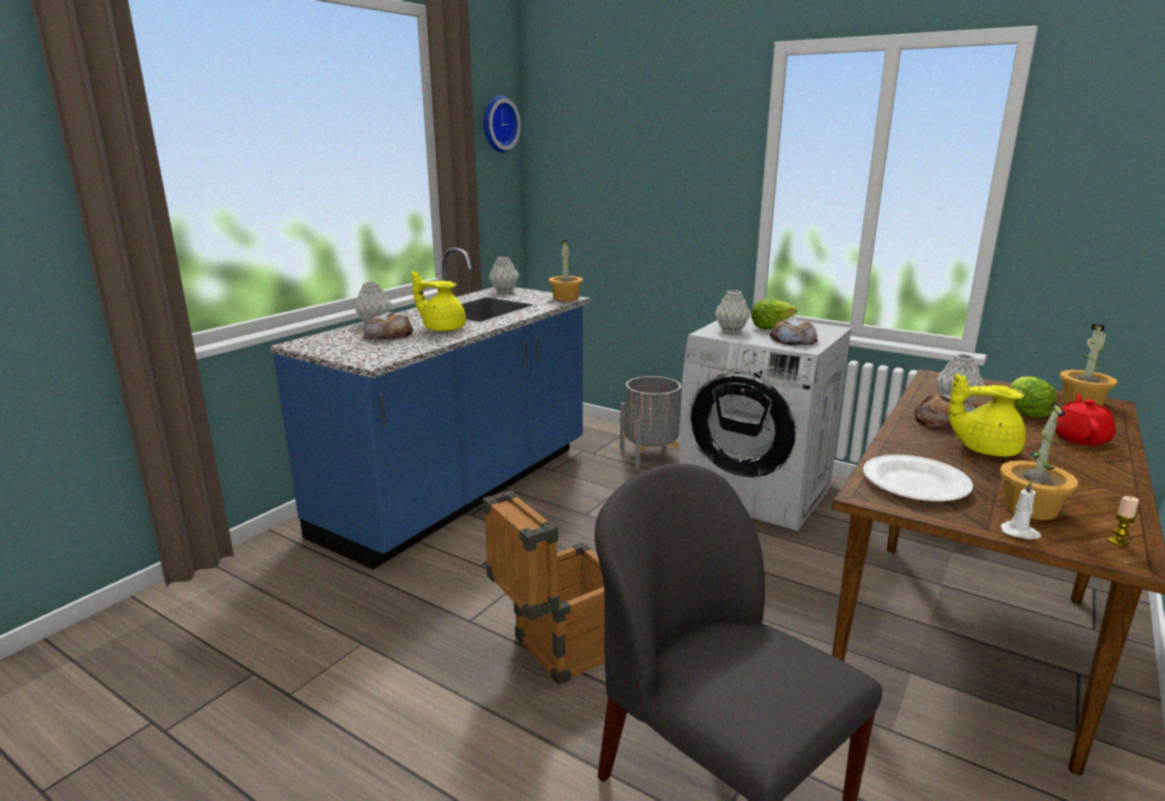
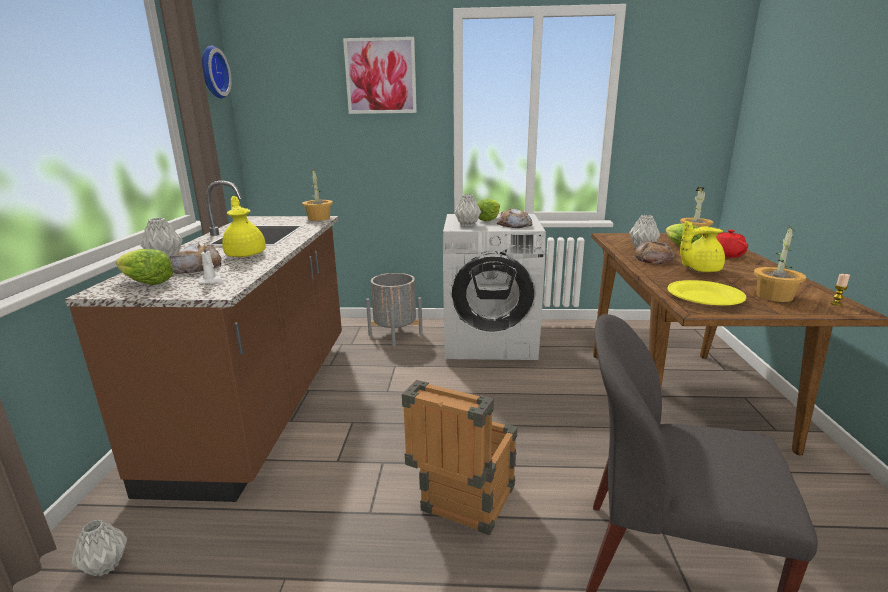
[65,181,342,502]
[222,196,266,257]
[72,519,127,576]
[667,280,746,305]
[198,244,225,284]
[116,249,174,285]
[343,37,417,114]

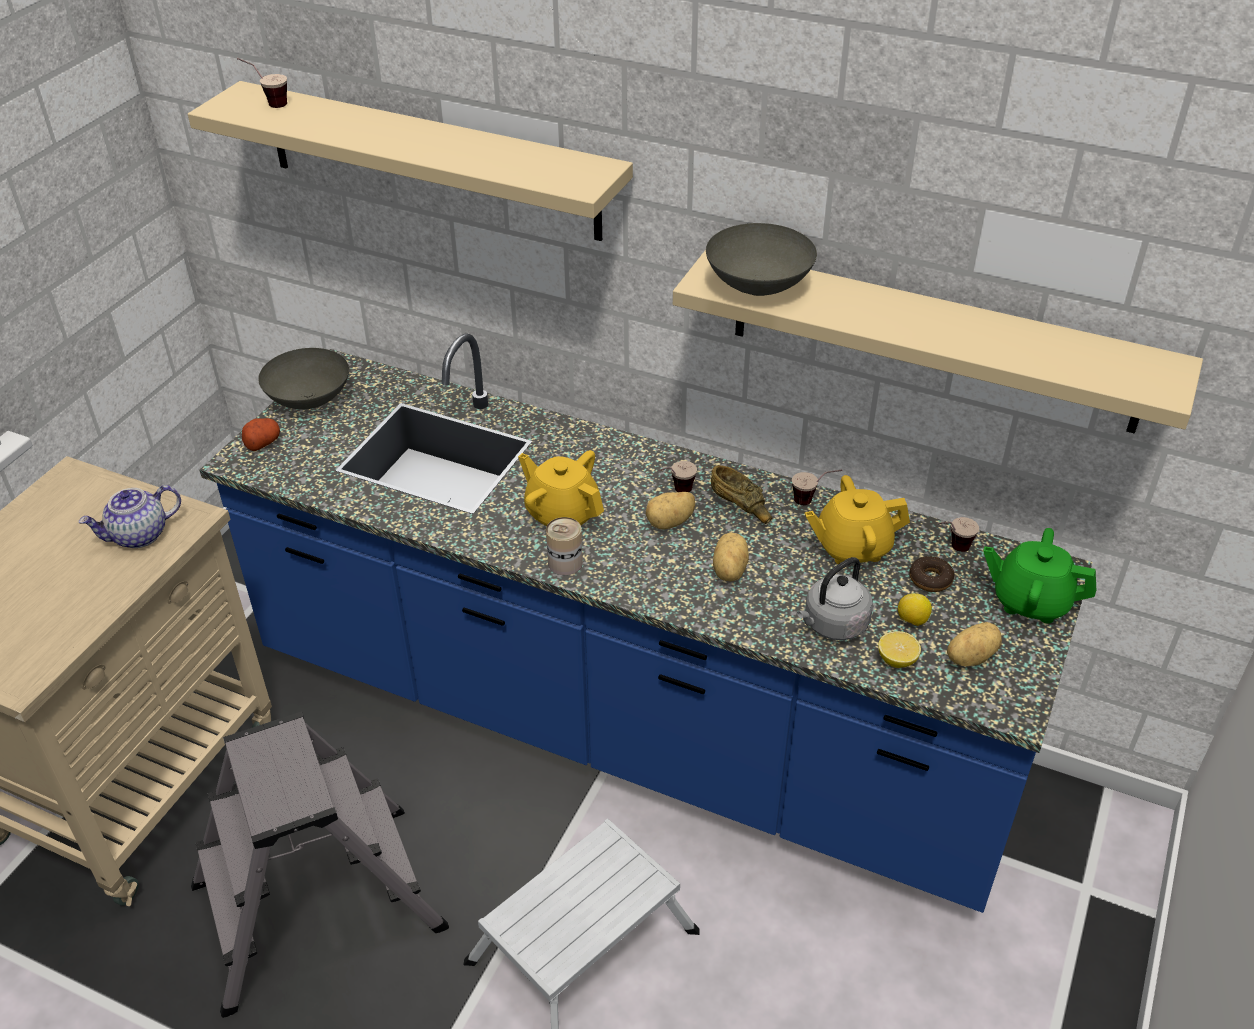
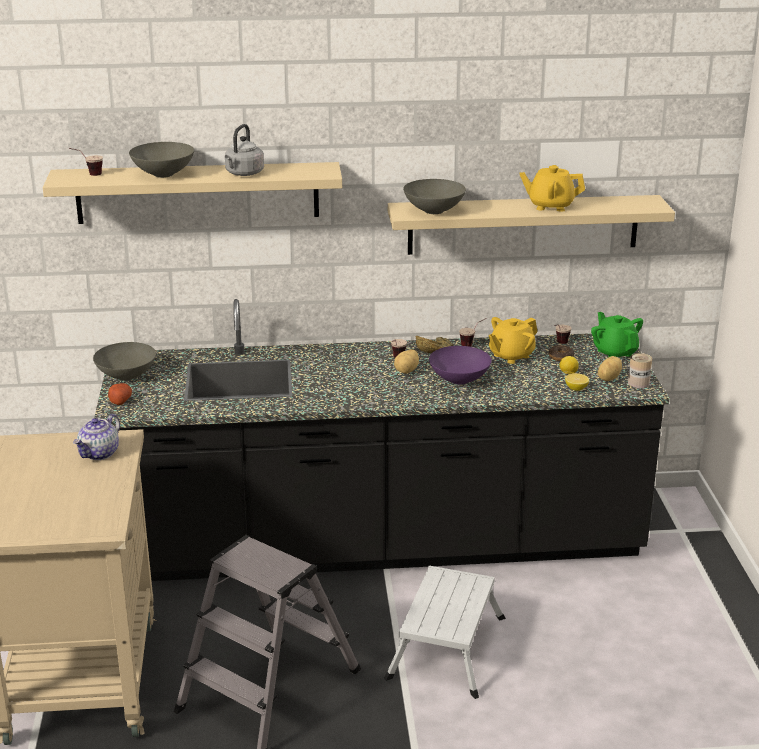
[94,299,670,581]
[520,165,585,212]
[628,353,652,388]
[429,346,492,385]
[225,124,264,176]
[591,312,643,357]
[129,142,194,178]

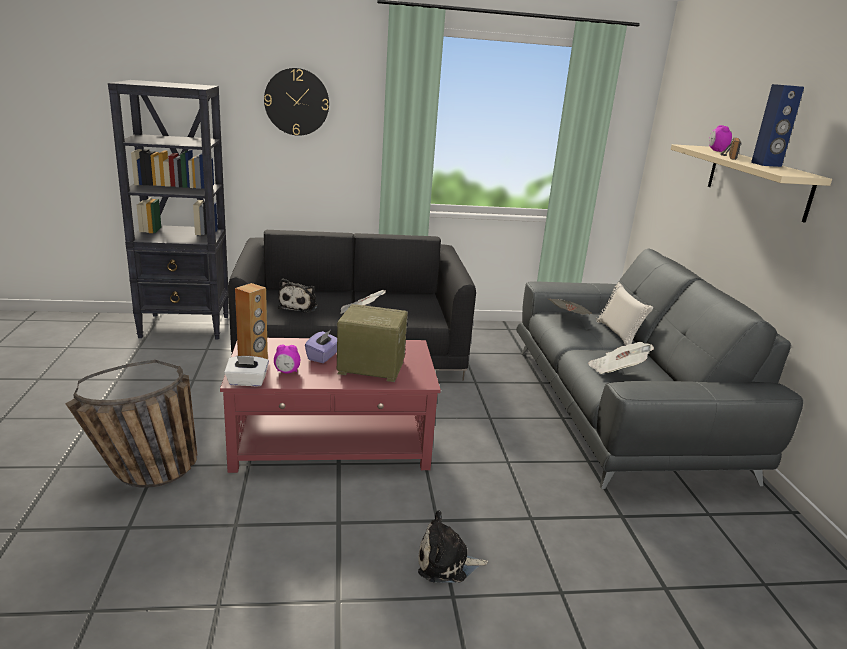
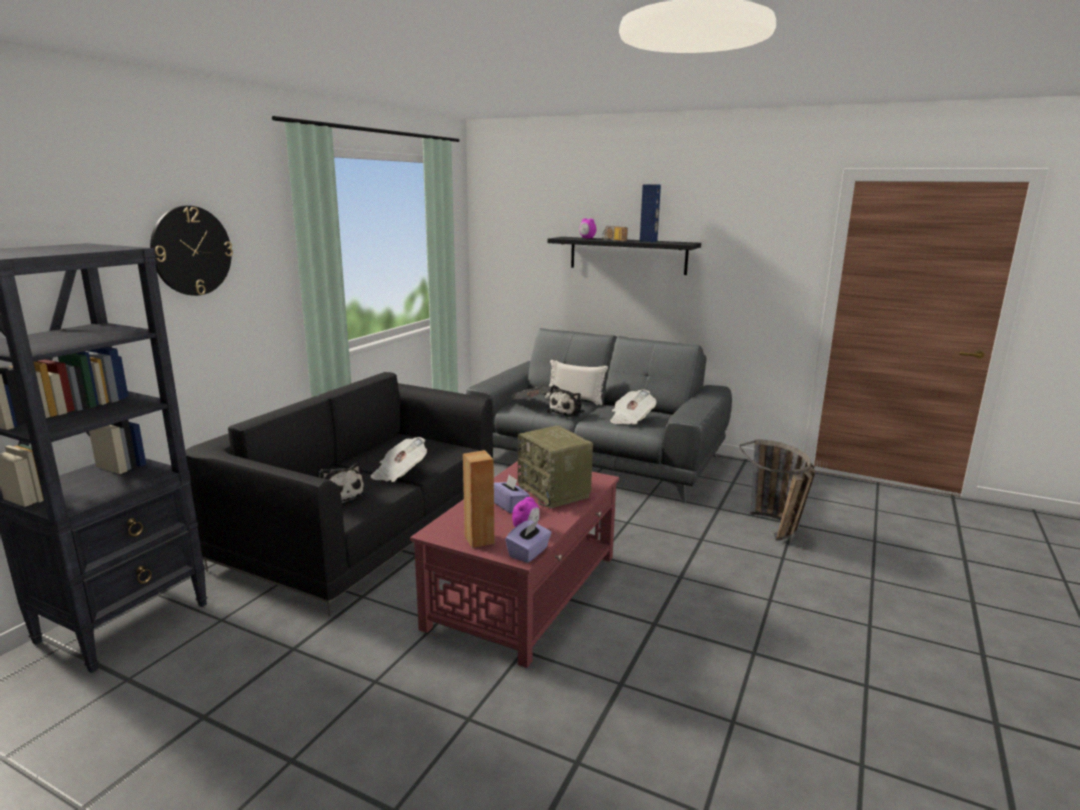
[739,439,816,541]
[505,520,551,563]
[518,425,593,509]
[547,385,585,417]
[547,237,701,275]

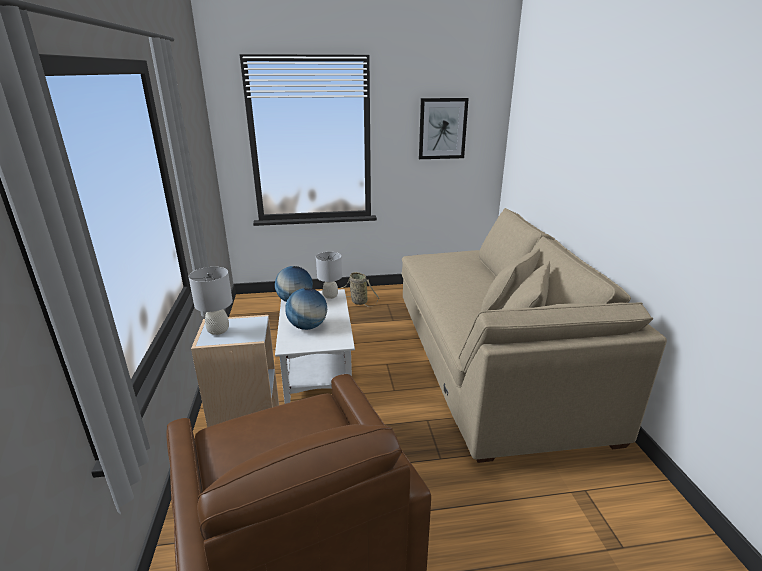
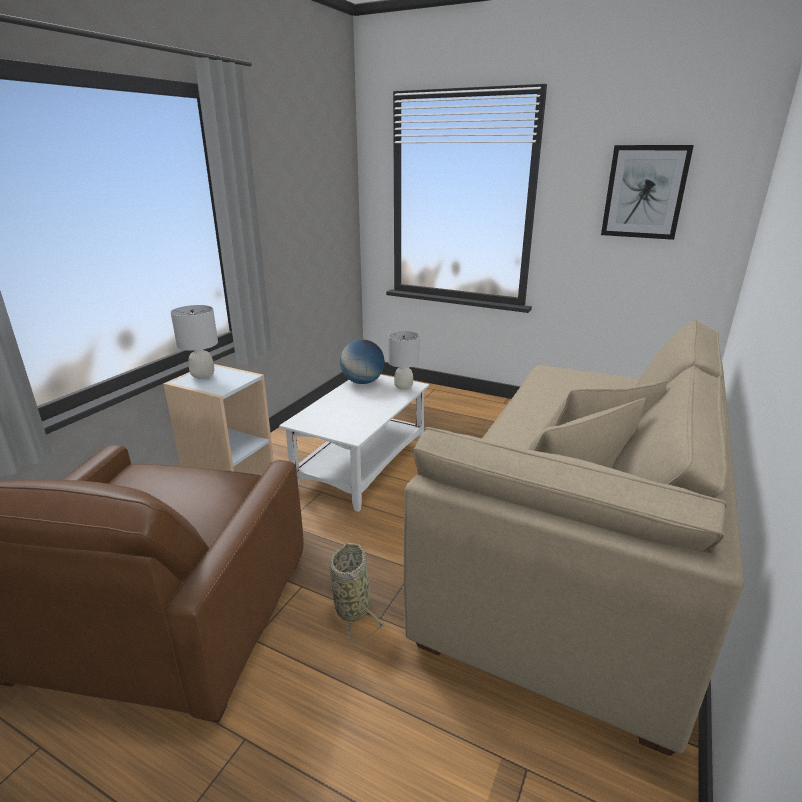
[285,288,327,330] (first image)
[329,543,386,642]

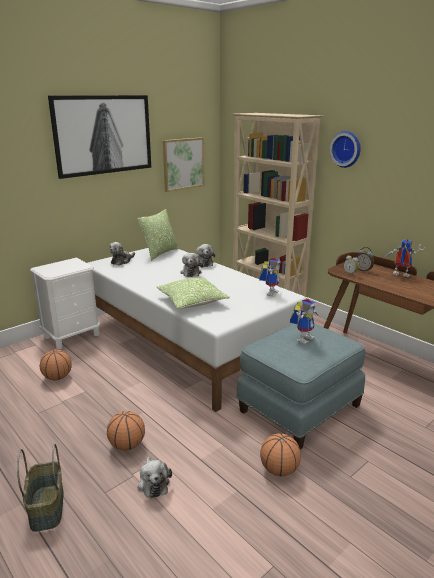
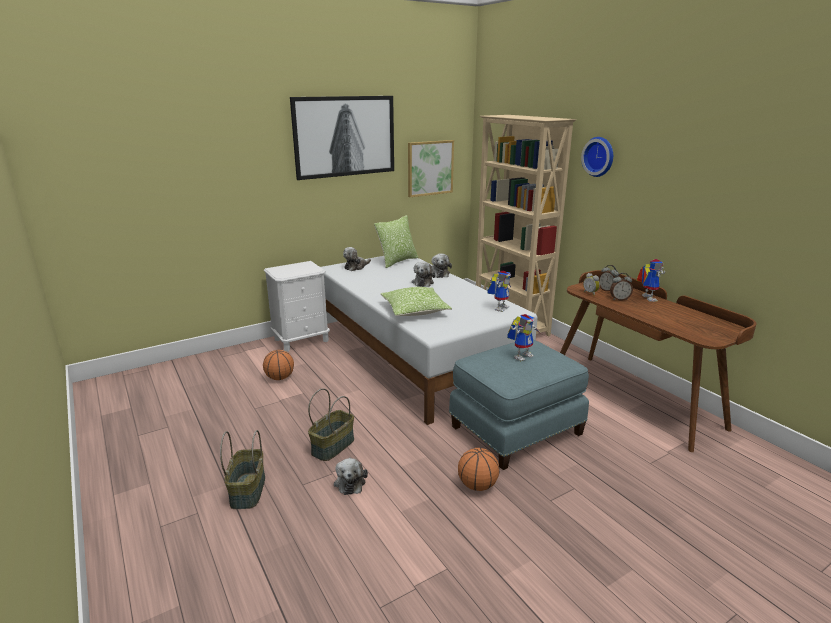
[308,388,354,461]
[636,259,665,302]
[610,273,633,301]

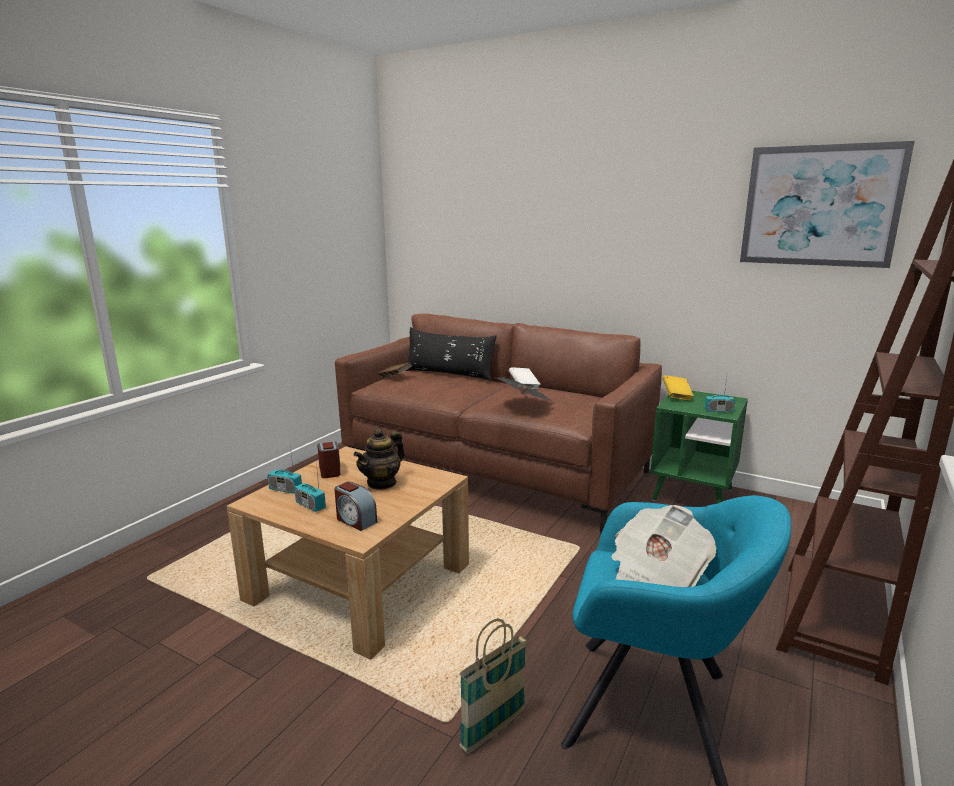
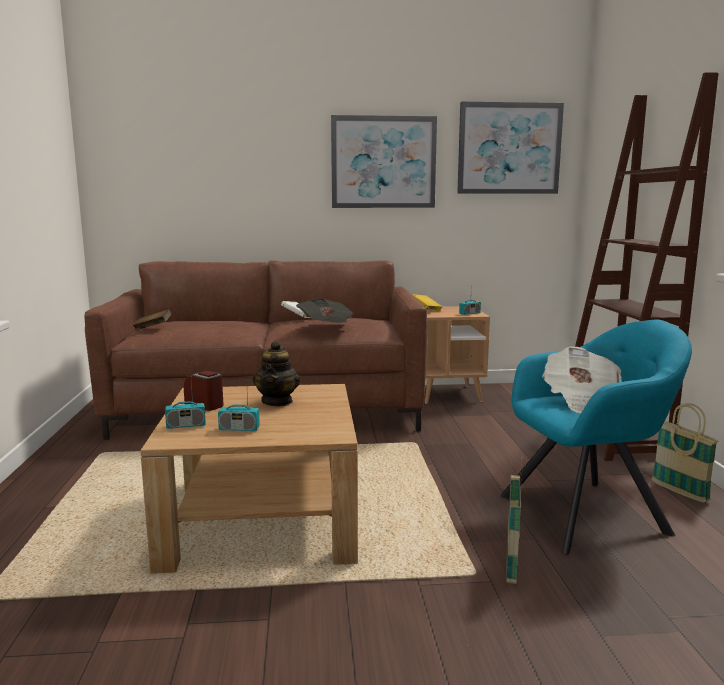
[334,482,377,531] (first image)
[406,327,497,381] (first image)
[425,306,490,404]
[331,115,437,208]
[652,403,718,503]

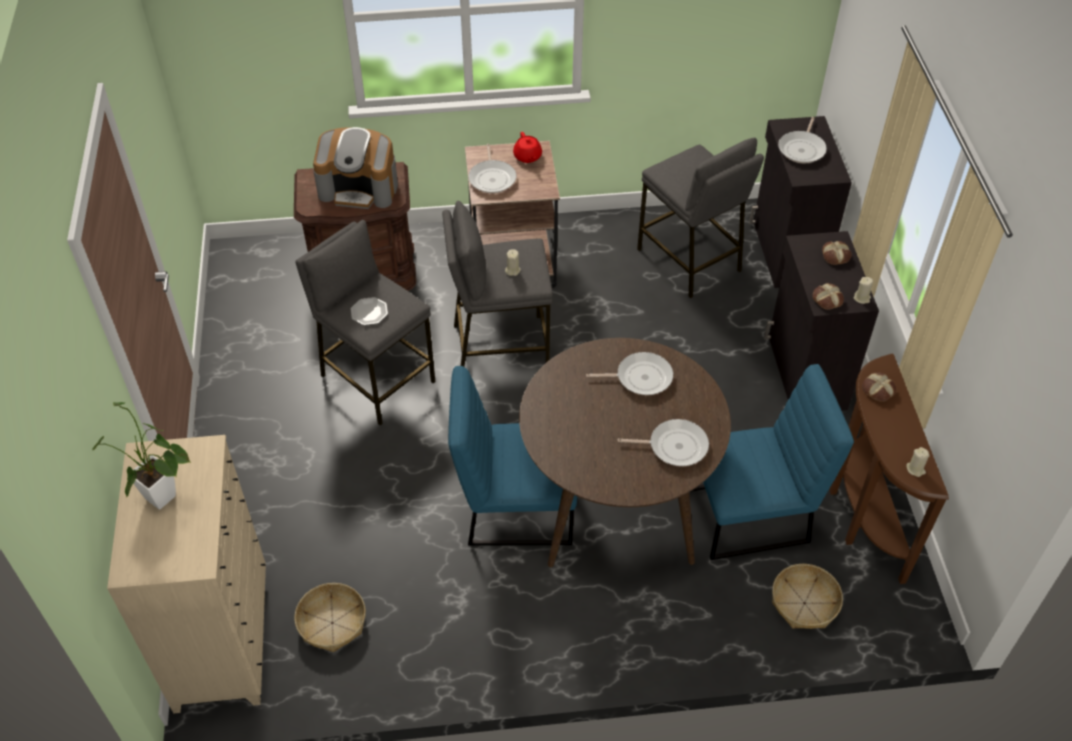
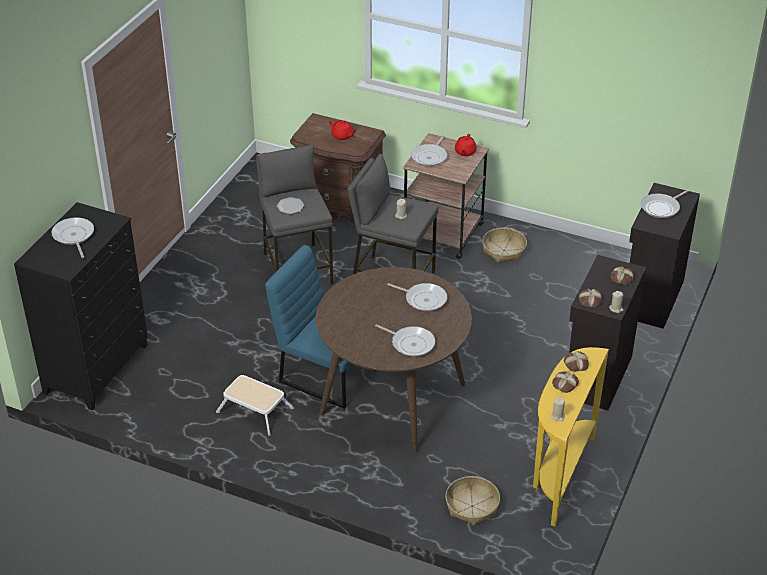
[51,217,94,258]
[14,202,148,411]
[482,228,527,263]
[329,120,356,140]
[637,138,764,298] (first image)
[690,364,854,560] (first image)
[533,347,609,526]
[216,375,294,436]
[552,372,579,393]

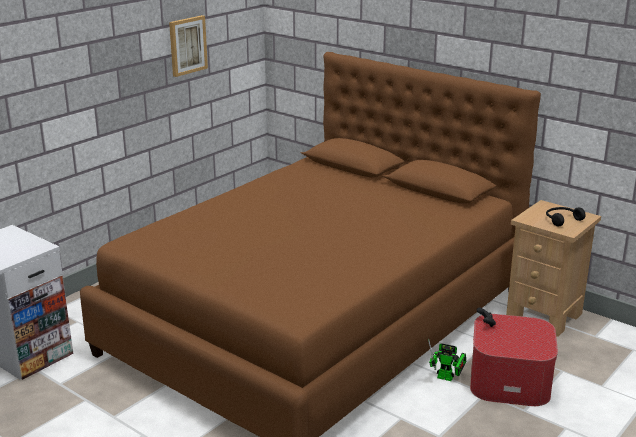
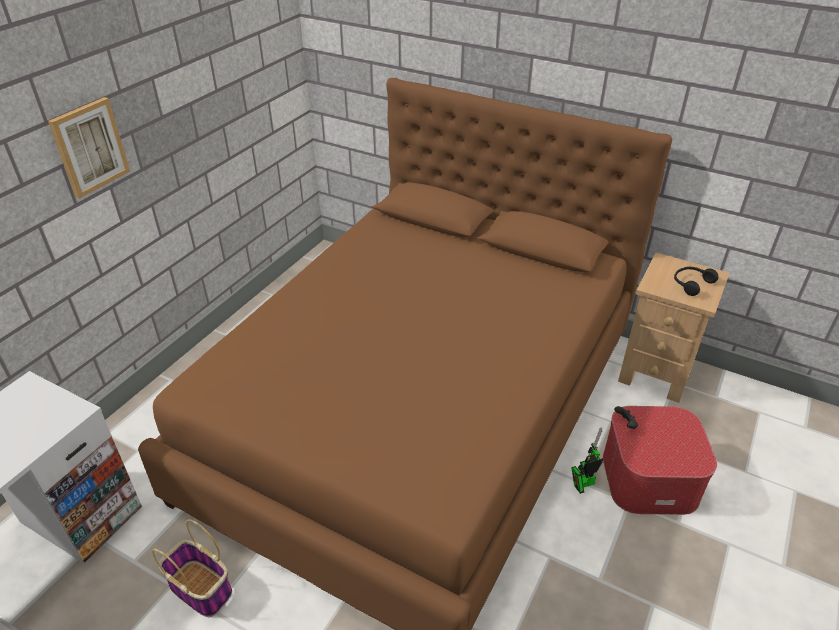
[48,97,130,198]
[571,427,603,494]
[152,519,232,618]

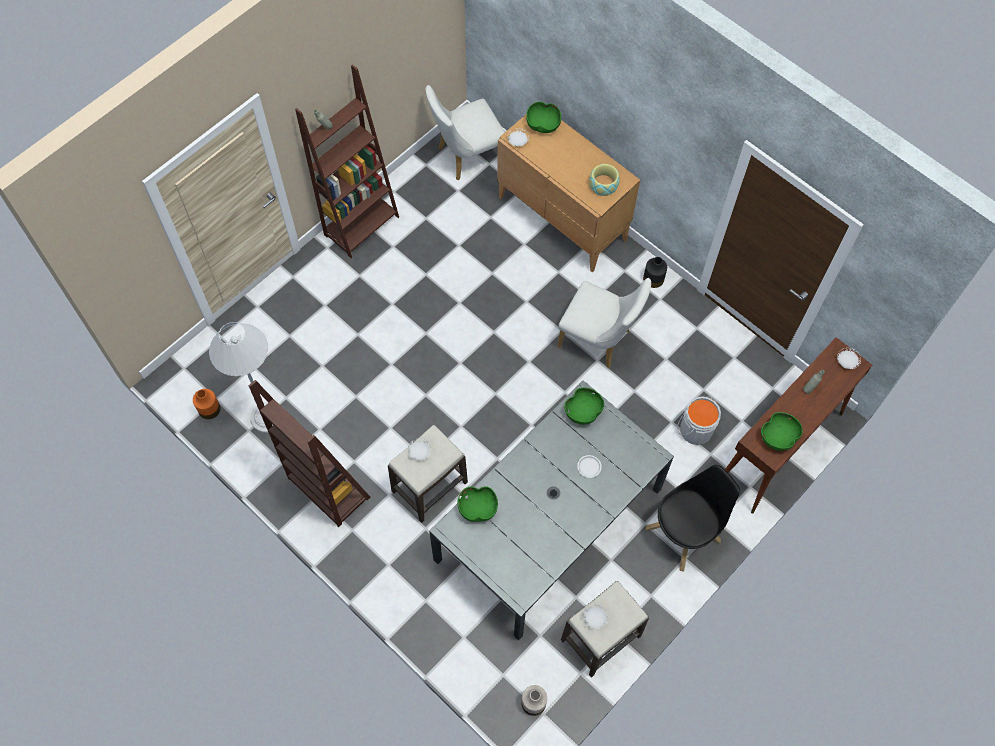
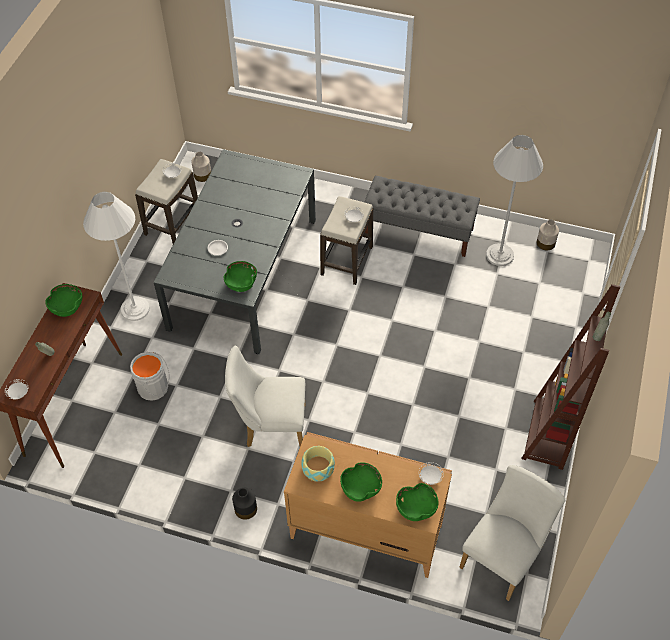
[537,220,559,250]
[364,176,480,257]
[340,462,382,502]
[83,192,150,321]

